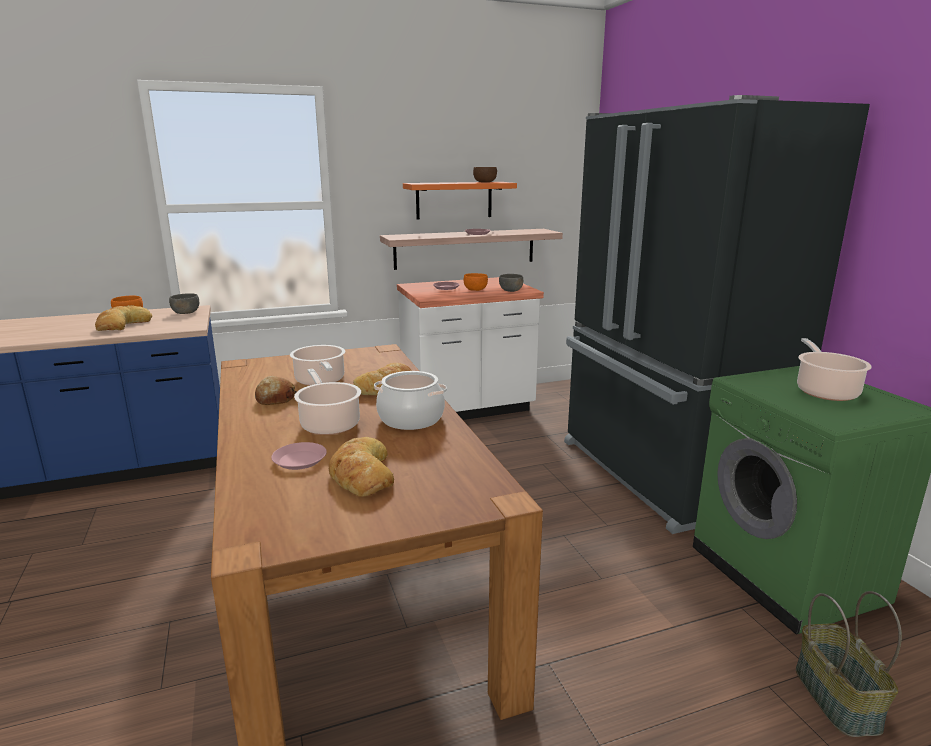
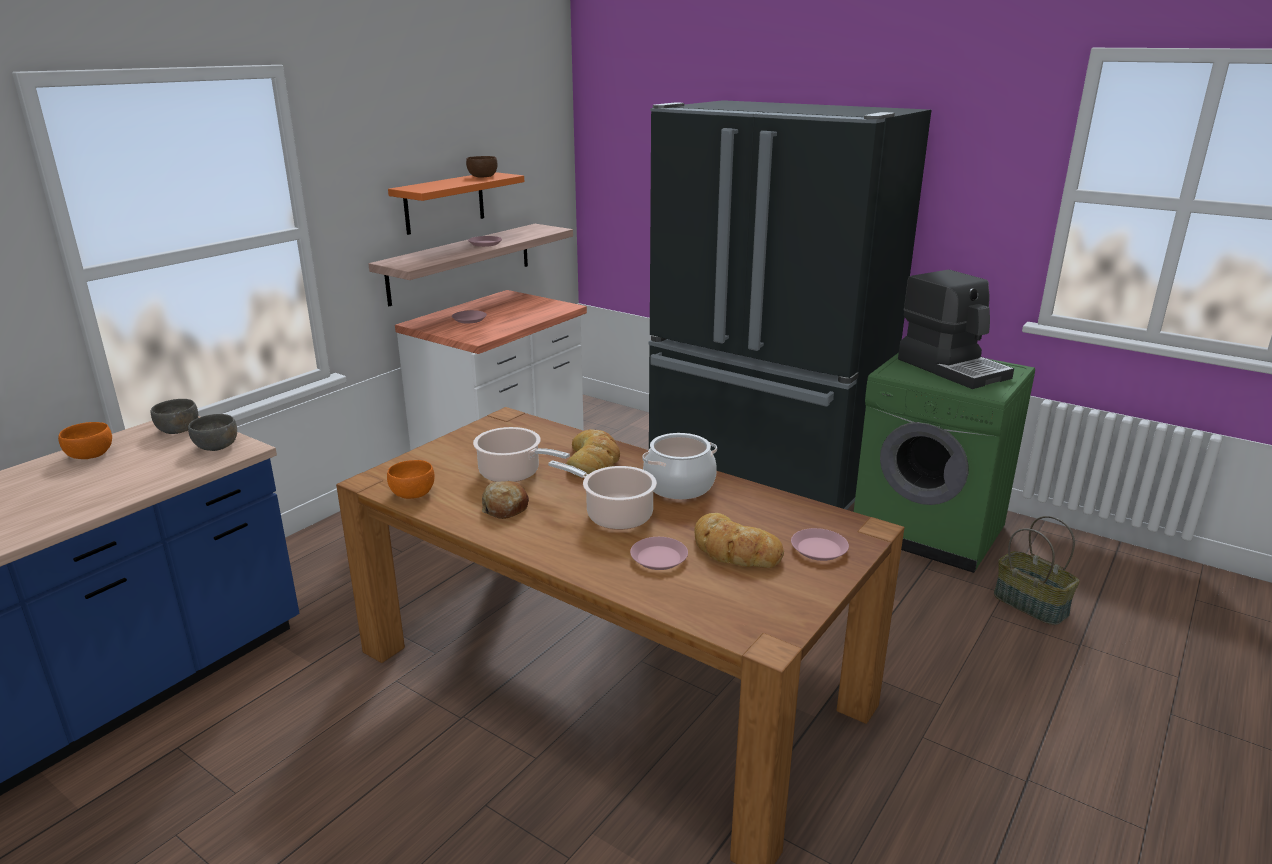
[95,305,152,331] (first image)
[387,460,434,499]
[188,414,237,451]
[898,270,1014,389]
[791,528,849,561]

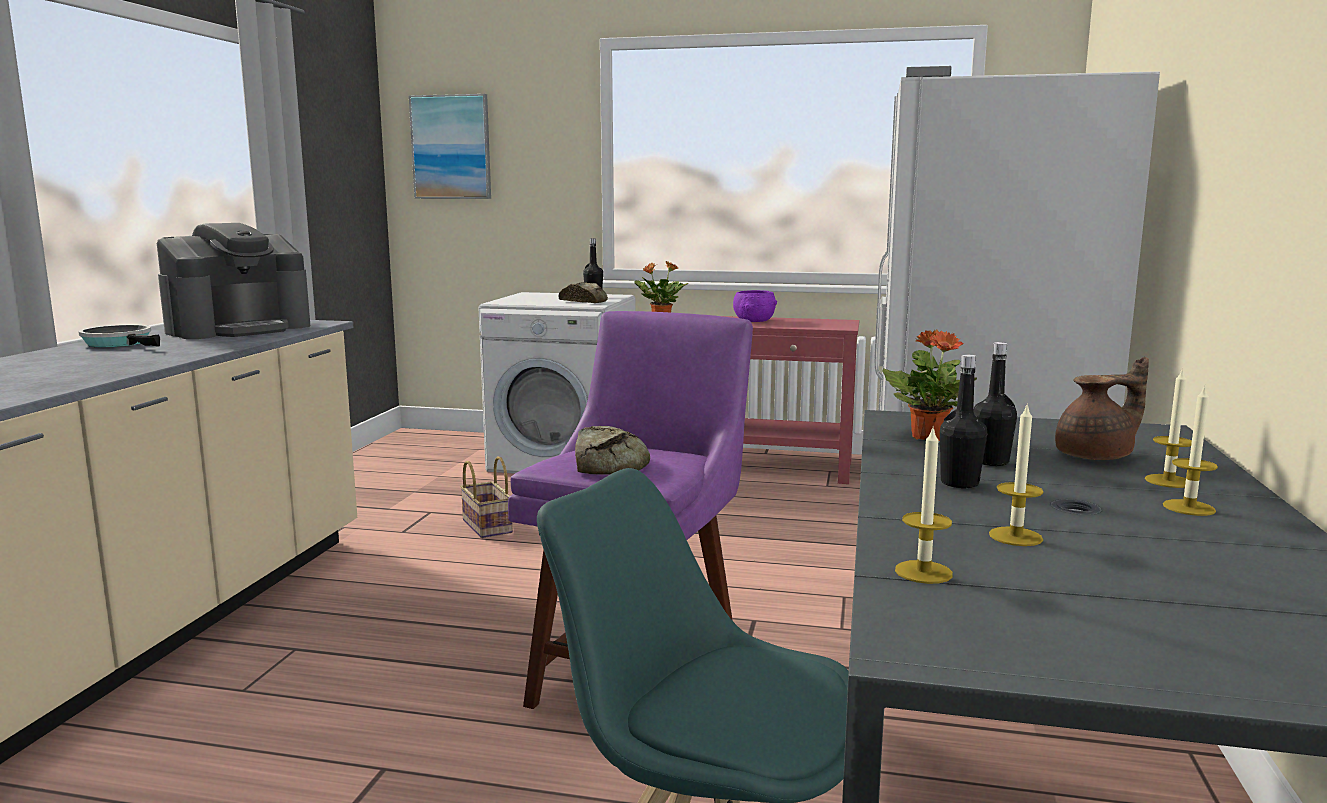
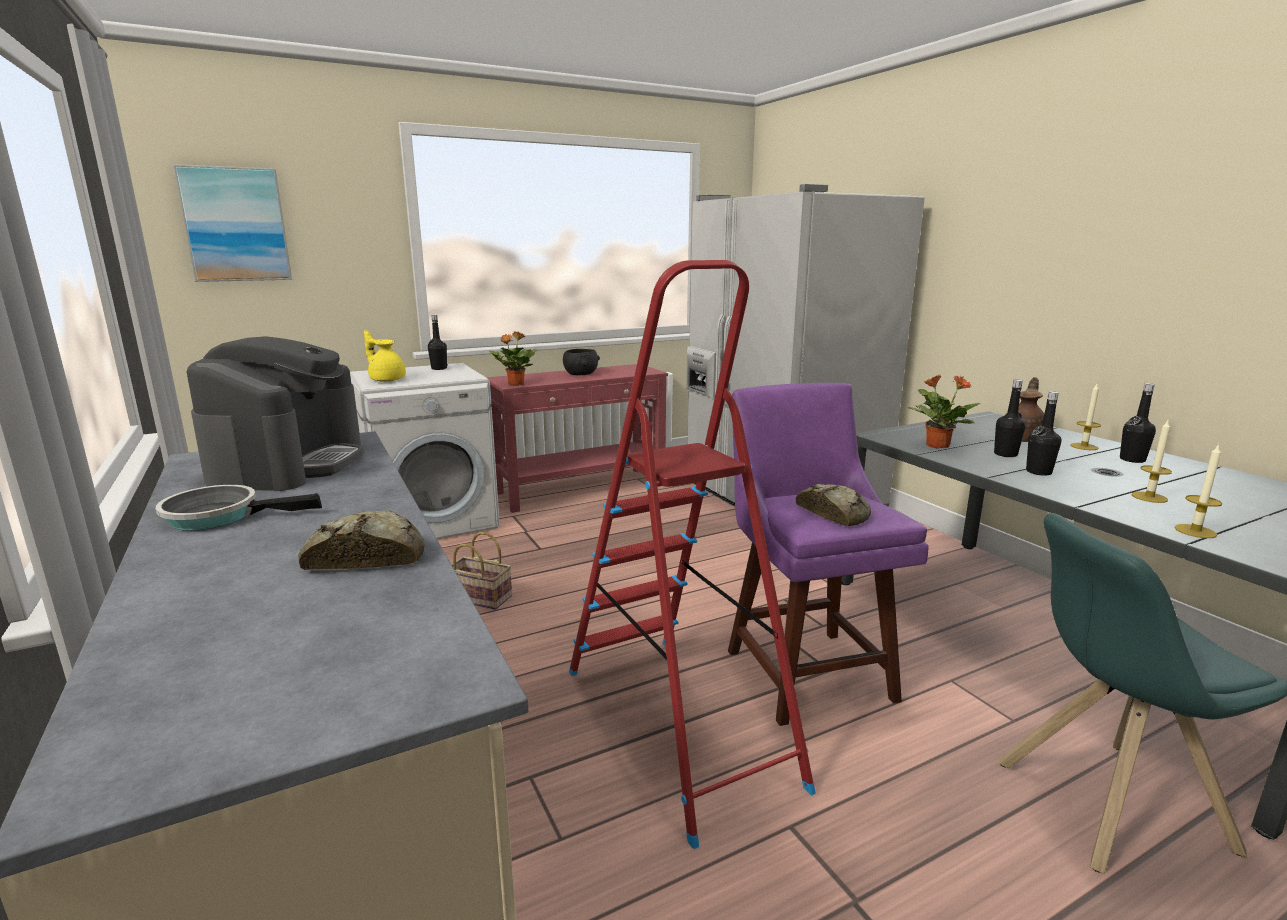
[298,510,425,570]
[563,349,600,375]
[1120,383,1156,463]
[364,330,406,382]
[569,260,816,849]

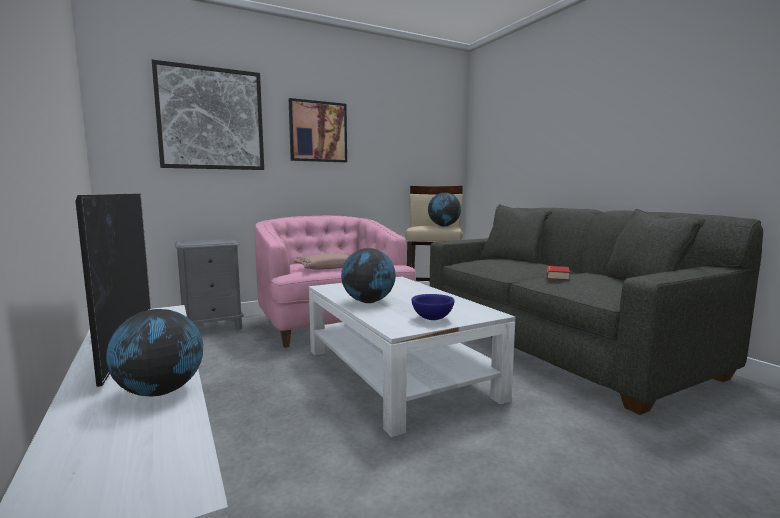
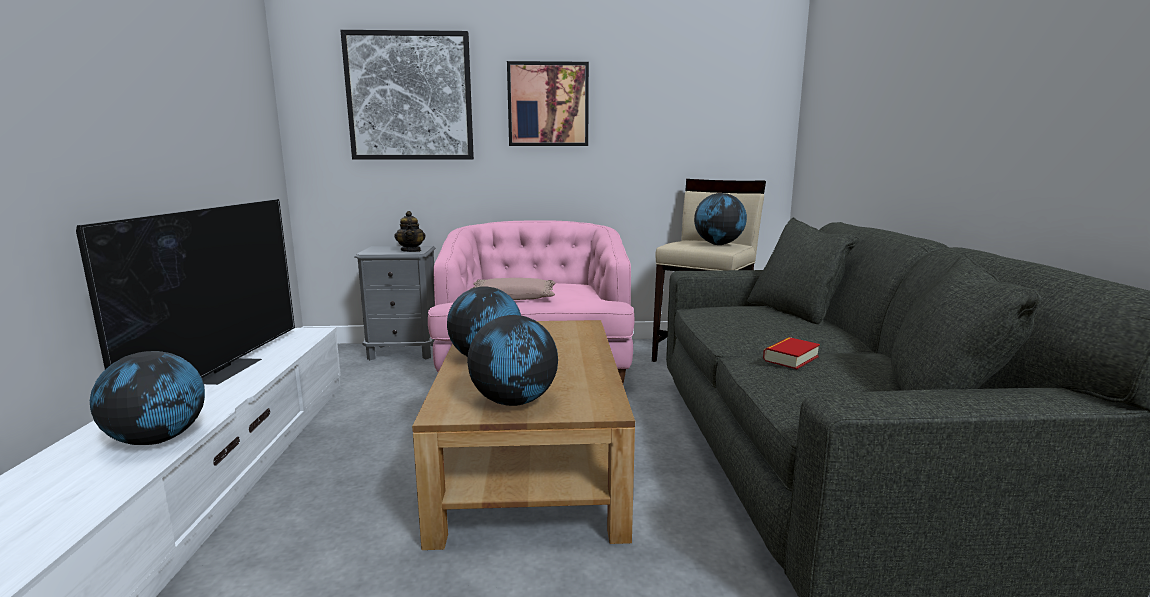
[412,320,635,550]
[467,315,558,406]
[394,211,426,252]

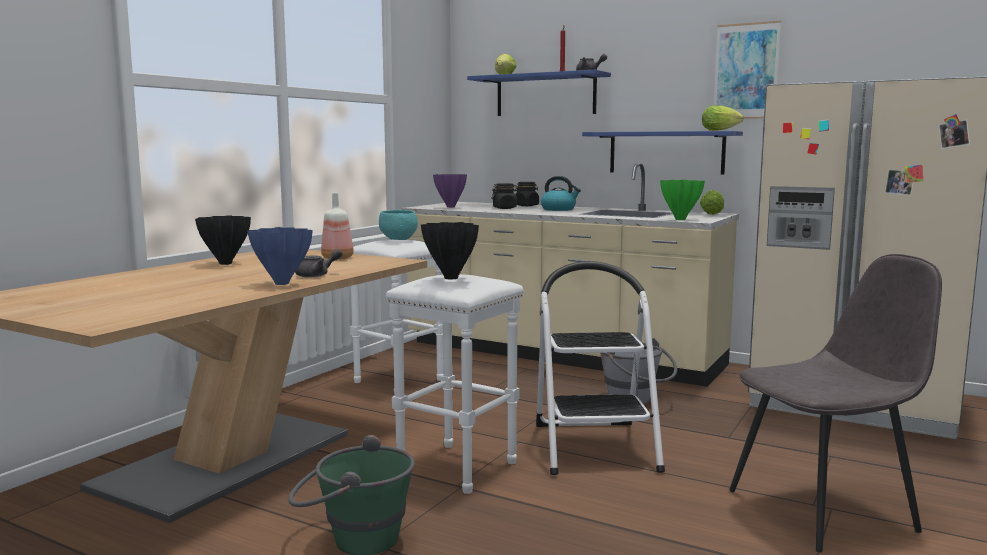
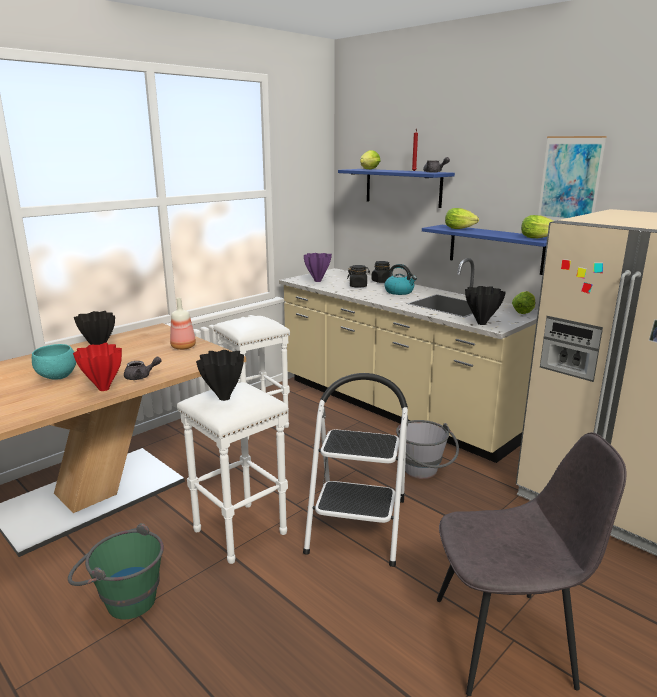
[73,343,122,391]
[32,344,76,380]
[465,286,506,325]
[445,208,479,229]

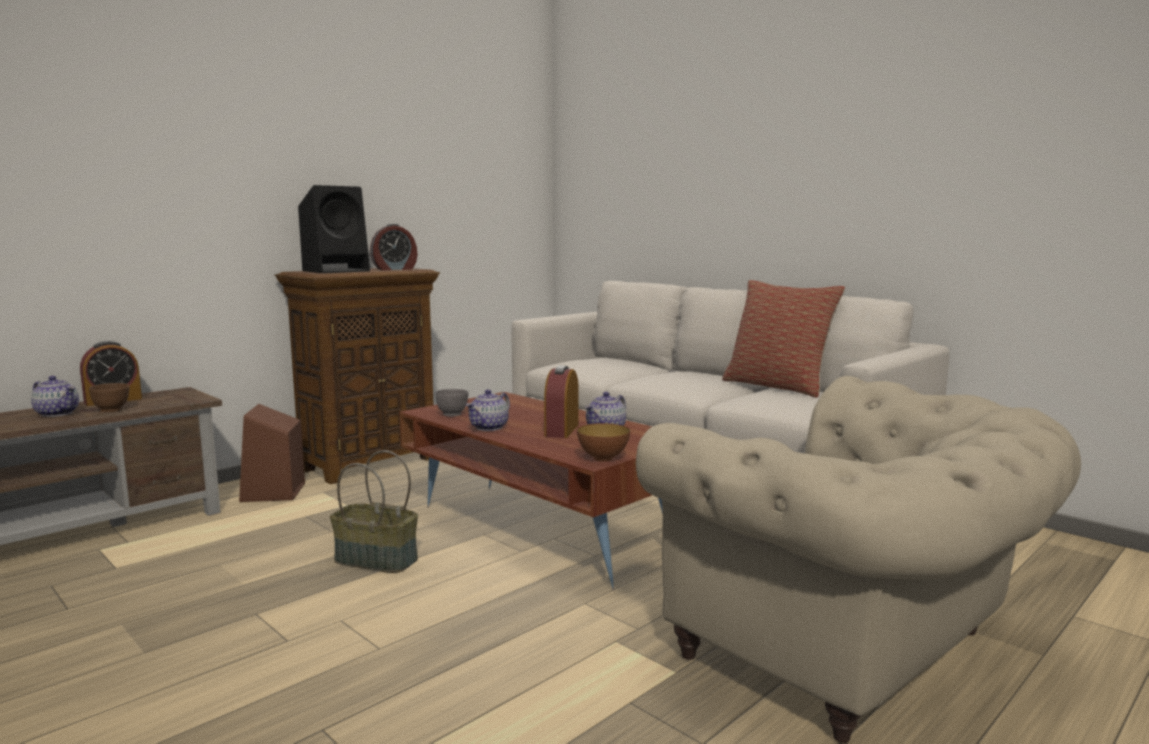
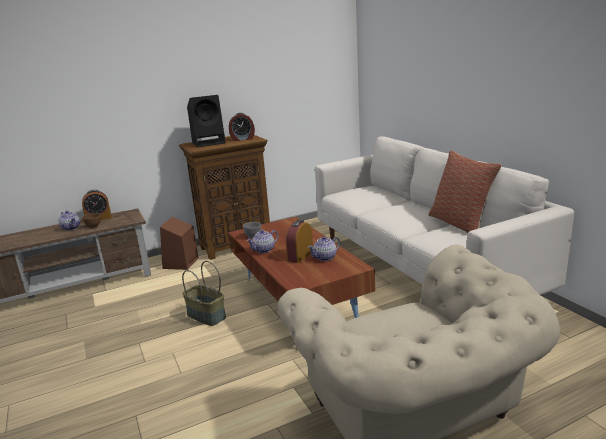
[577,423,630,462] (first image)

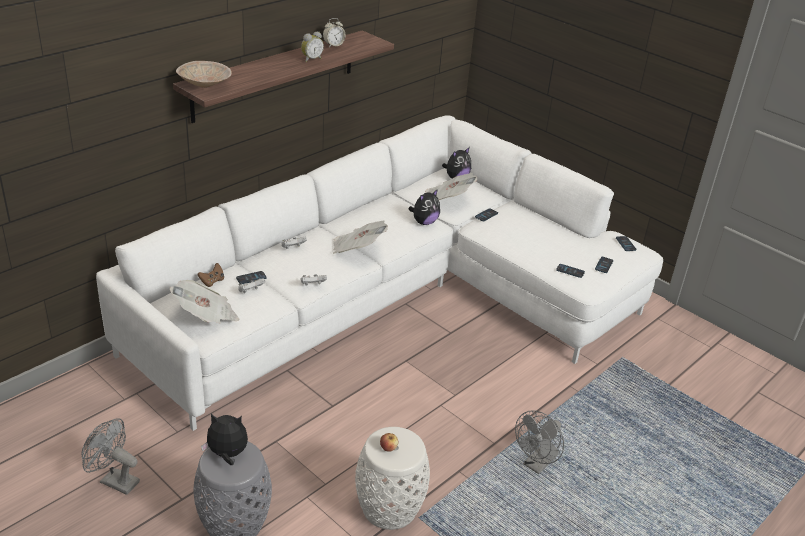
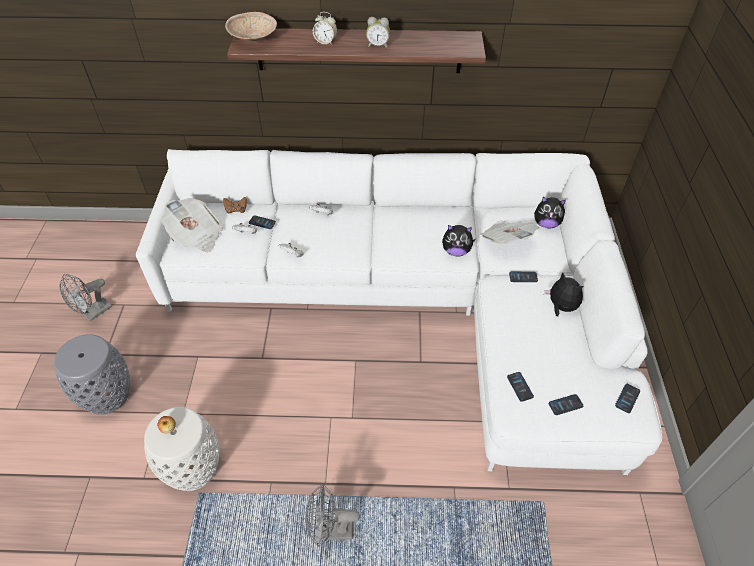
[59,274,112,321]
[544,272,583,316]
[313,12,337,45]
[333,220,388,254] (first image)

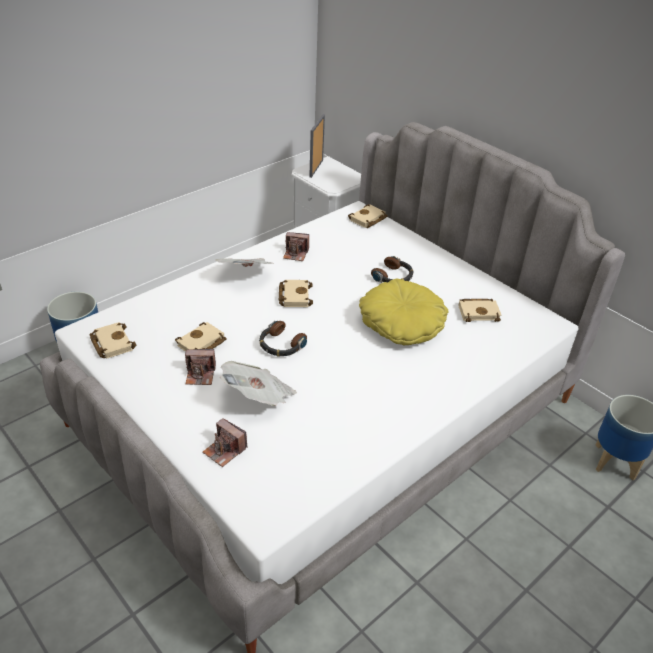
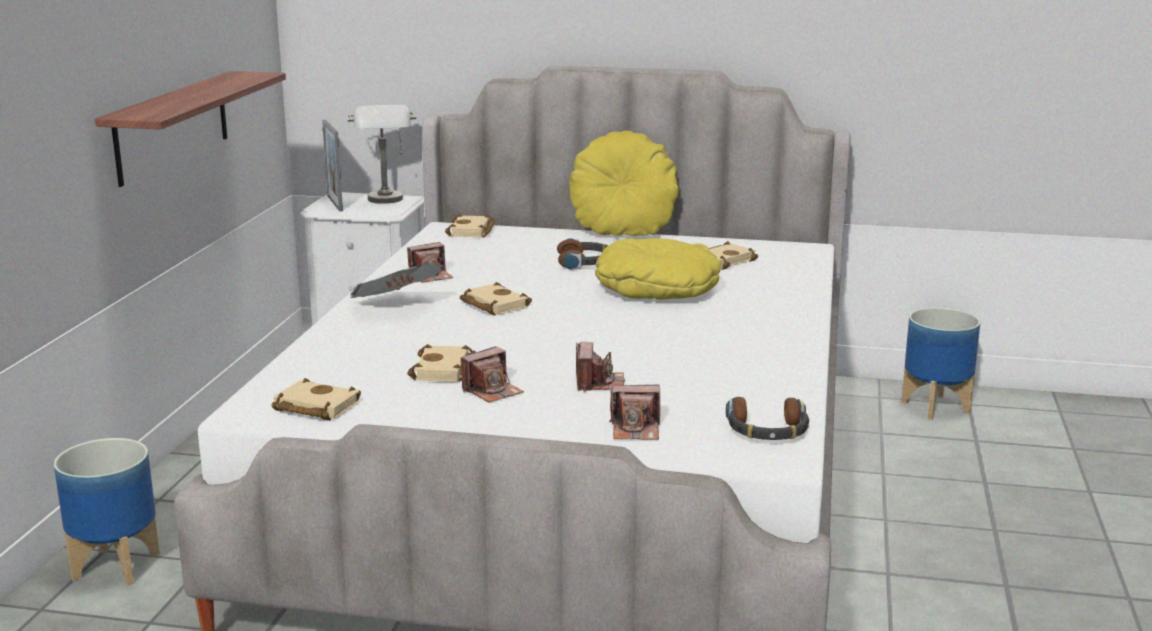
[576,342,625,391]
[726,397,809,440]
[95,71,286,187]
[348,105,416,204]
[569,131,679,236]

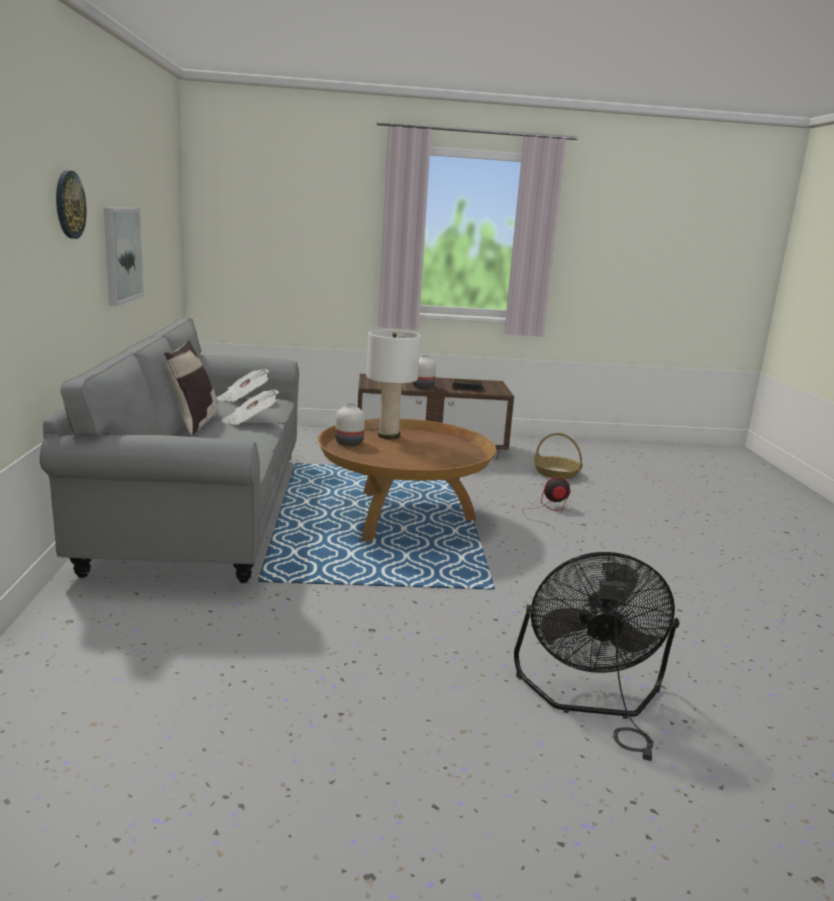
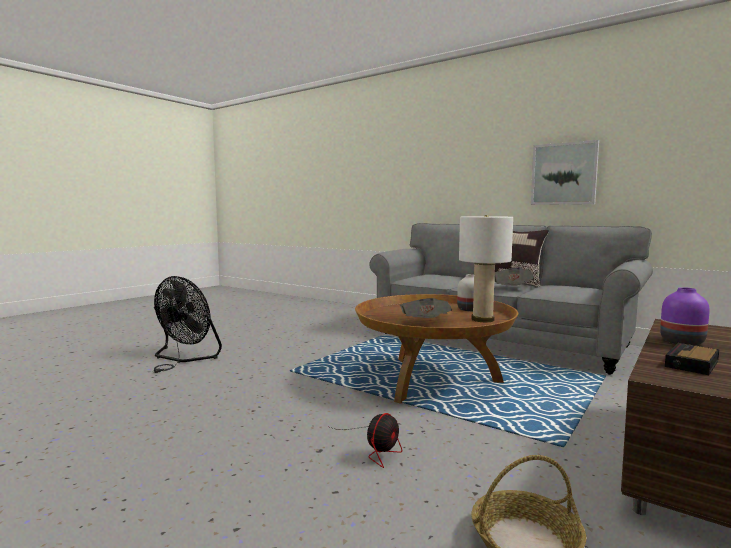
[56,170,86,239] (first image)
[400,298,452,318]
[660,287,710,345]
[152,276,222,373]

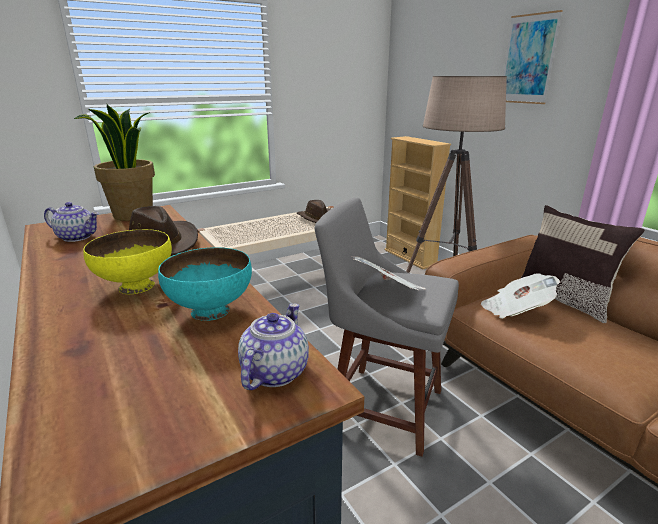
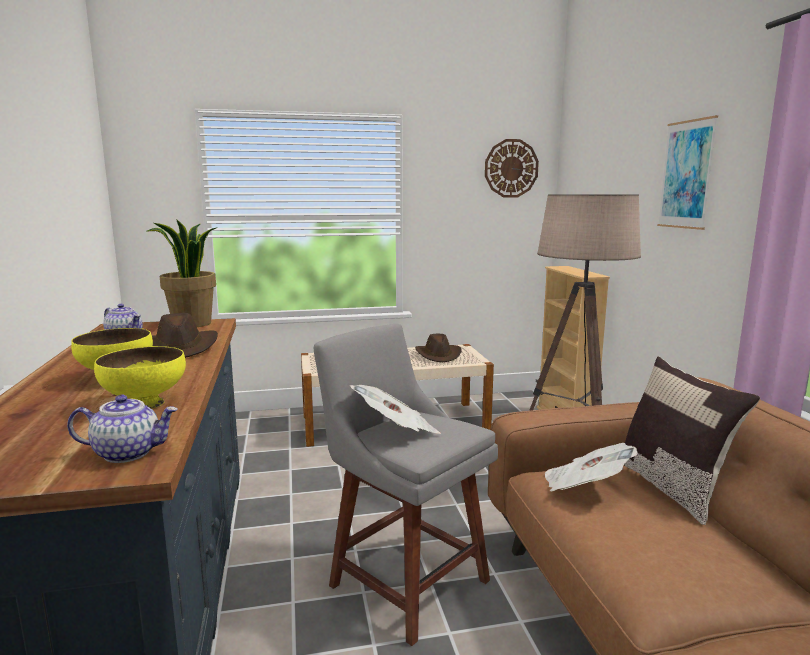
[94,346,186,409]
[67,395,178,463]
[485,139,539,198]

